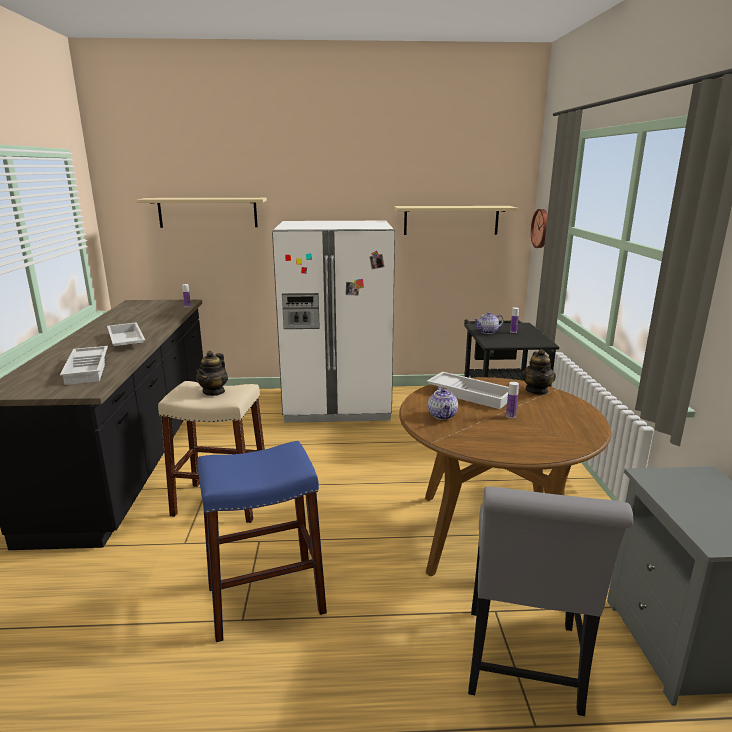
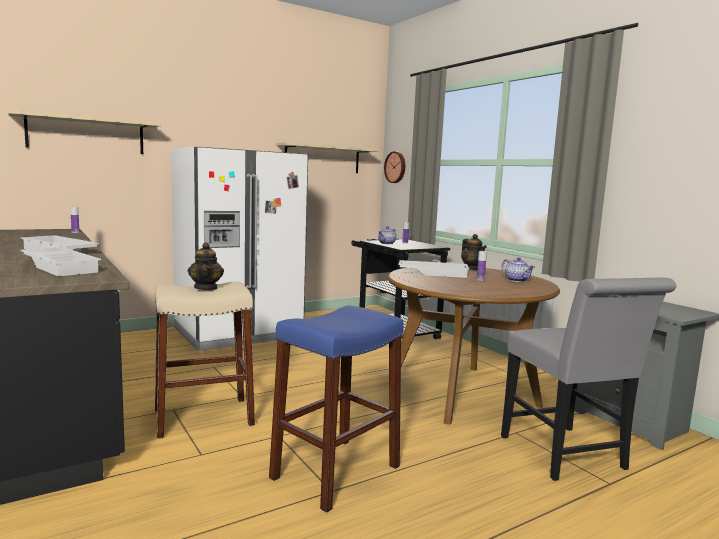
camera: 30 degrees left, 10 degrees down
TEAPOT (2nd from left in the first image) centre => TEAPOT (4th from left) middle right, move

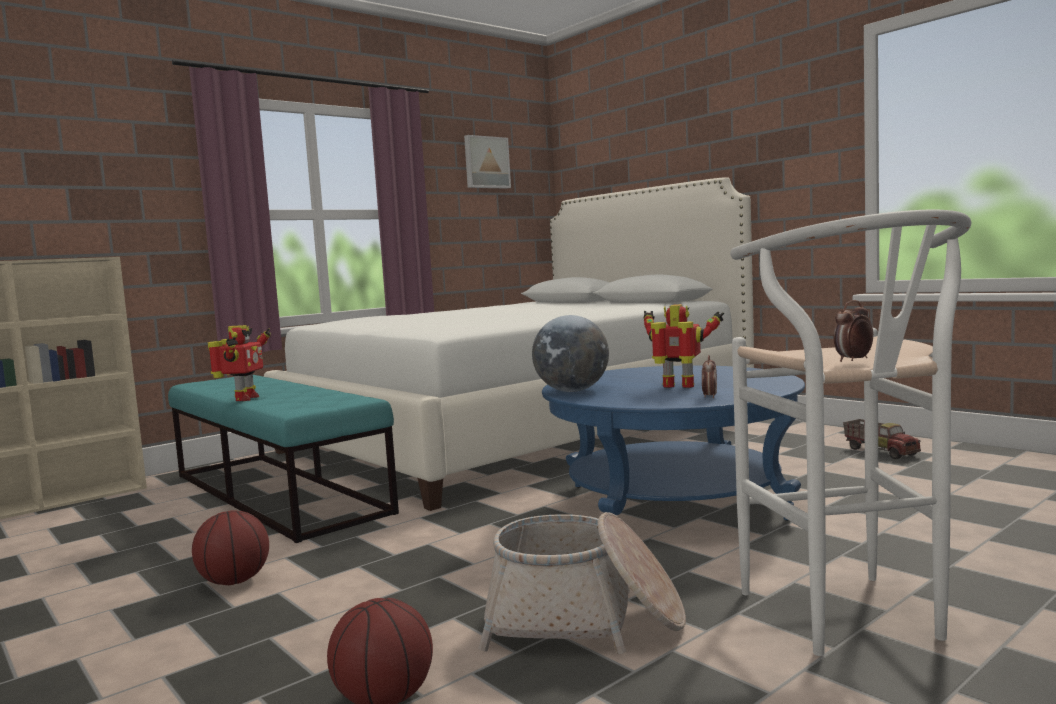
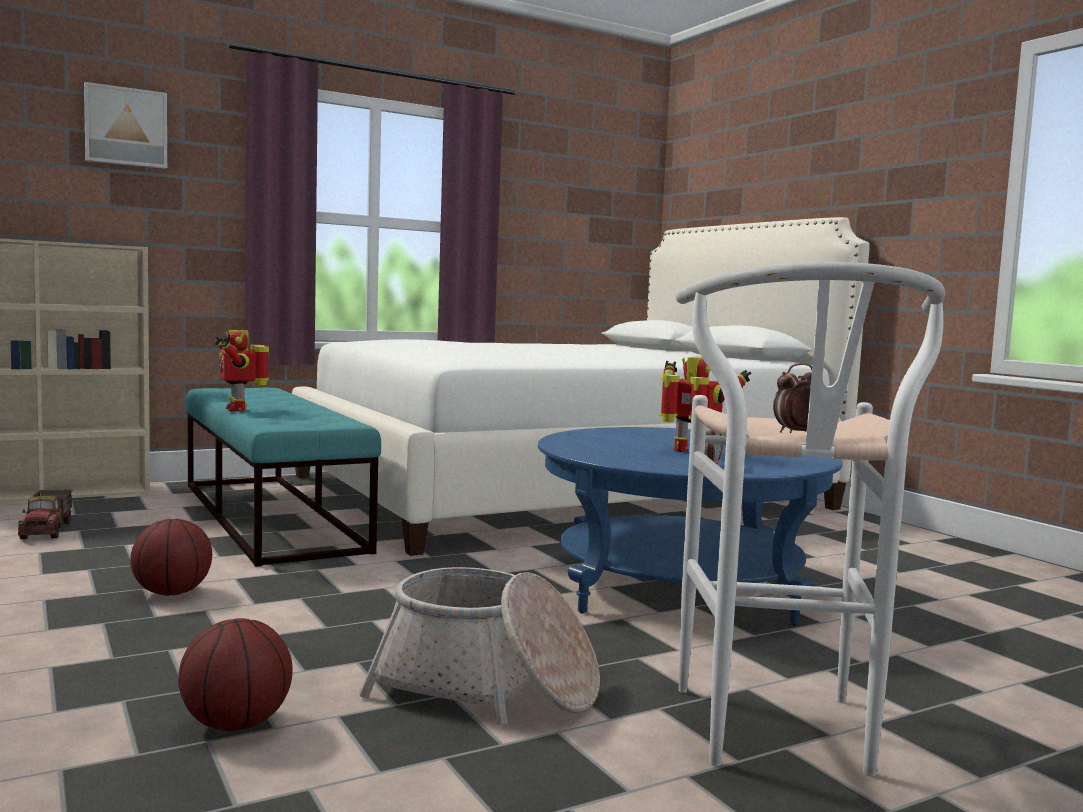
camera: 10 degrees right, 0 degrees up
PICTURE top centre => PICTURE top left, move
GLOBE centre => nothing
TOY ROBOT (1st from left) middle left, 135 degrees clockwise
TOY TRUCK middle right => TOY TRUCK middle left, move

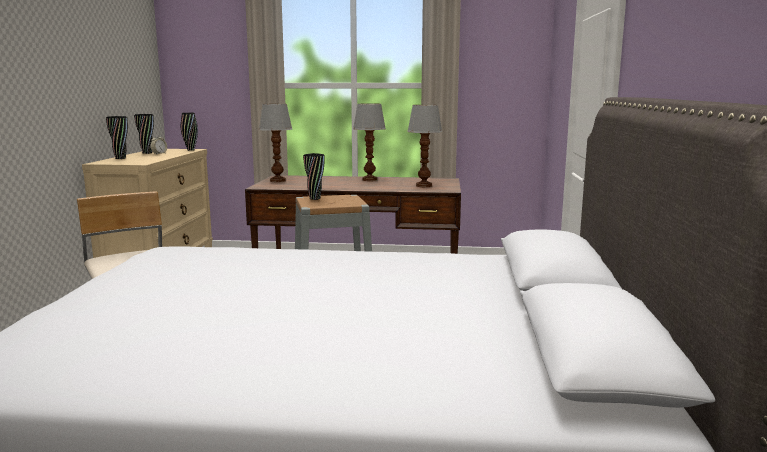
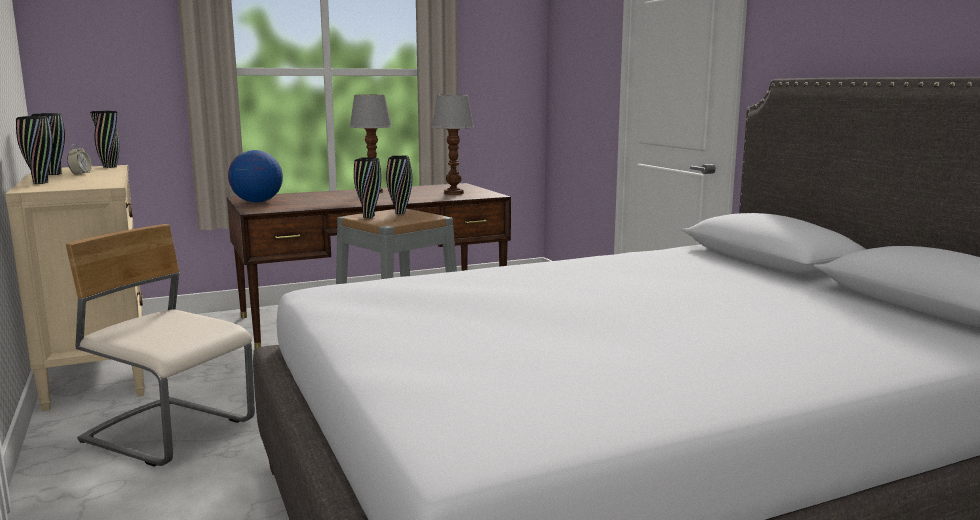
camera: 30 degrees left, 0 degrees up
TABLE LAMP (1st from left) top centre => GLOBE middle left
nothing => BLACK VASE (5th from left) centre

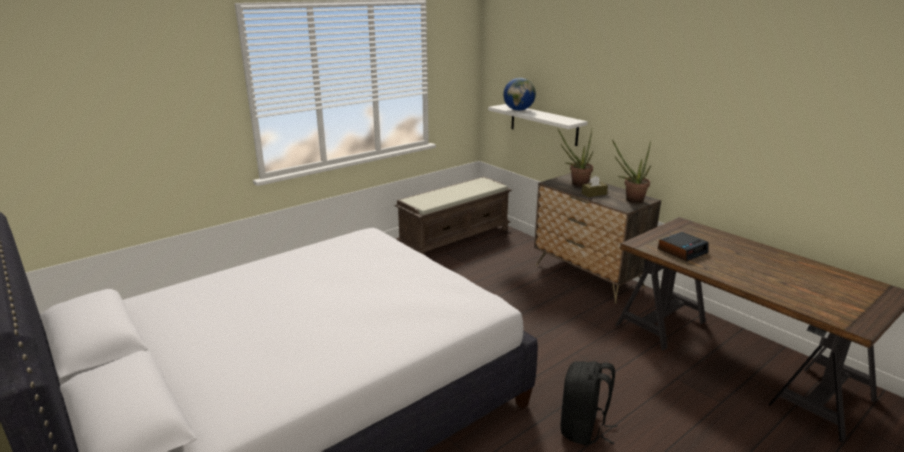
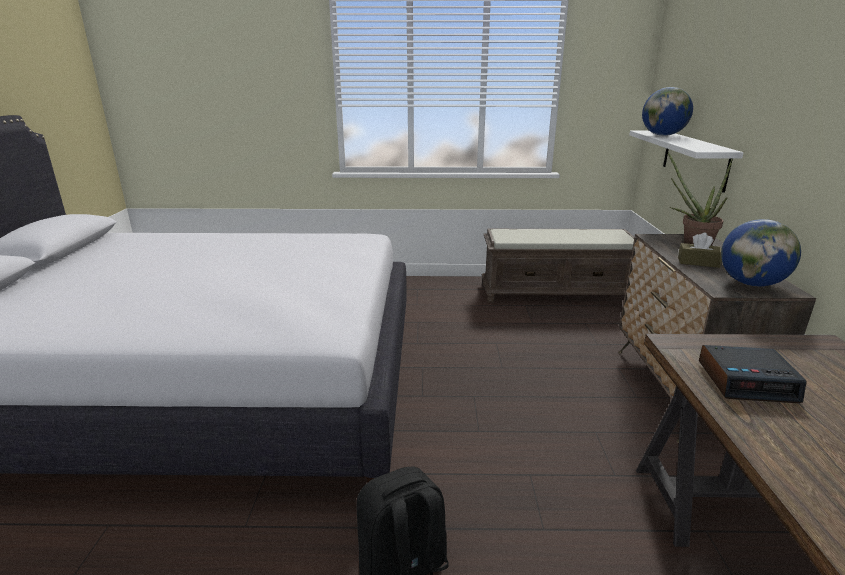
camera: 40 degrees right, 0 degrees up
POTTED PLANT (2nd from left) middle right => GLOBE (2nd from left) middle right

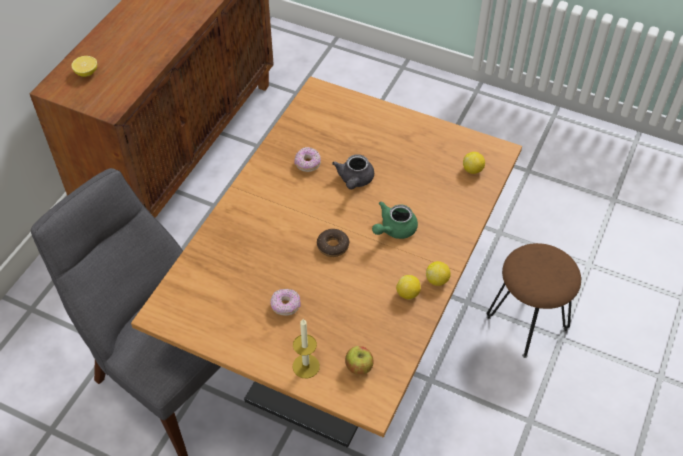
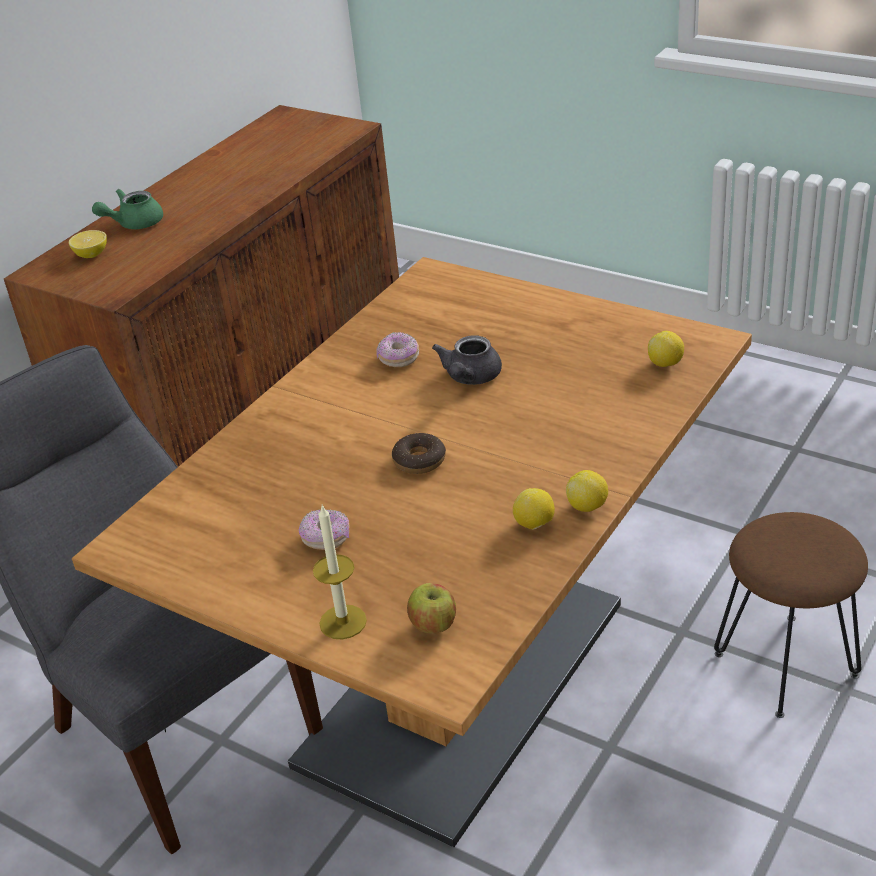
camera: 10 degrees right, 15 degrees down
GREEN TEAPOT centre => GREEN TEAPOT top left, move

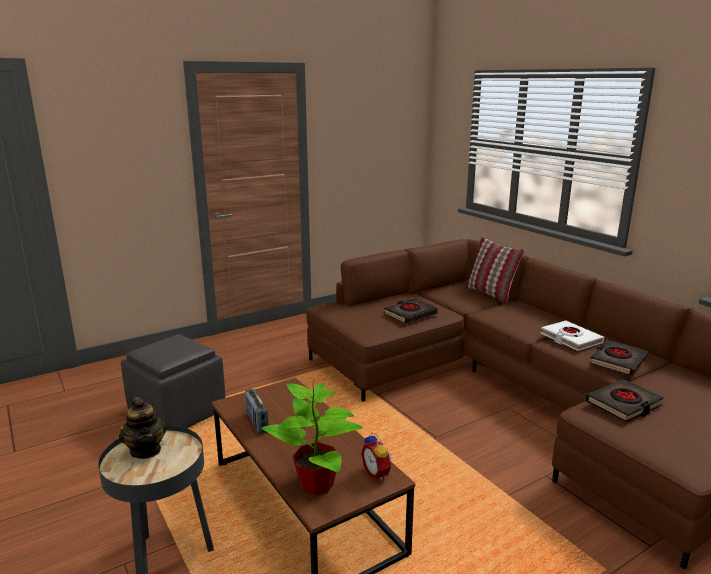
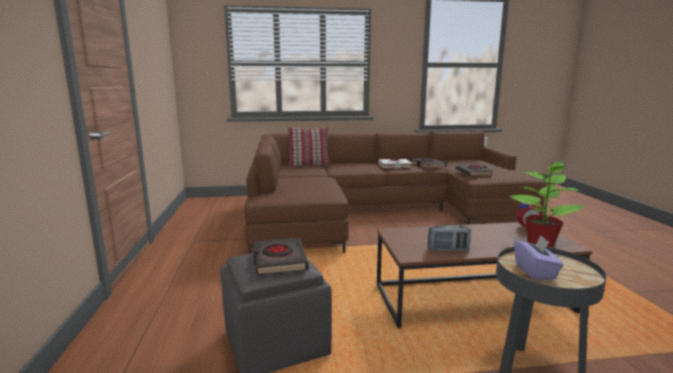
camera: 65 degrees left, 5 degrees down
BLACK BOOK (1st from left) centre => BLACK BOOK (1st from left) bottom centre, move
TEAPOT bottom left => PURPLE TISSUE BOX bottom right

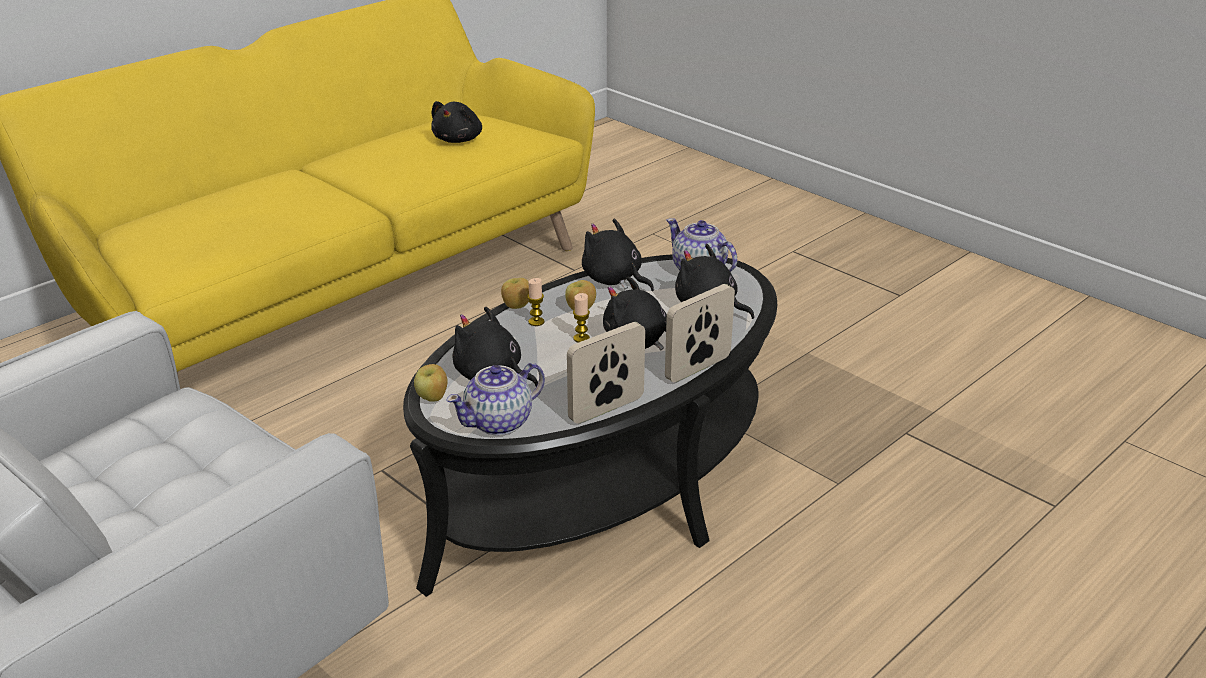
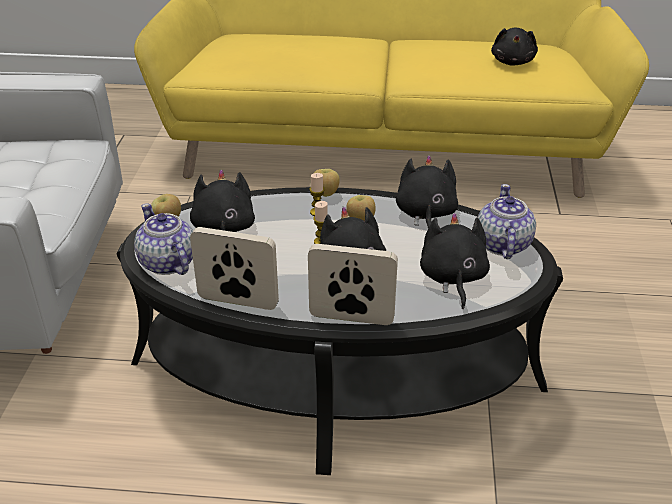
camera: 50 degrees right, 5 degrees up
BLACK PLUSH TOY (1st from left in the first image) top centre => BLACK PLUSH TOY (5th from left) top right, 60 degrees counterclockwise
TEAPOT (1st from left) centre => TEAPOT (1st from left) middle left, 45 degrees clockwise

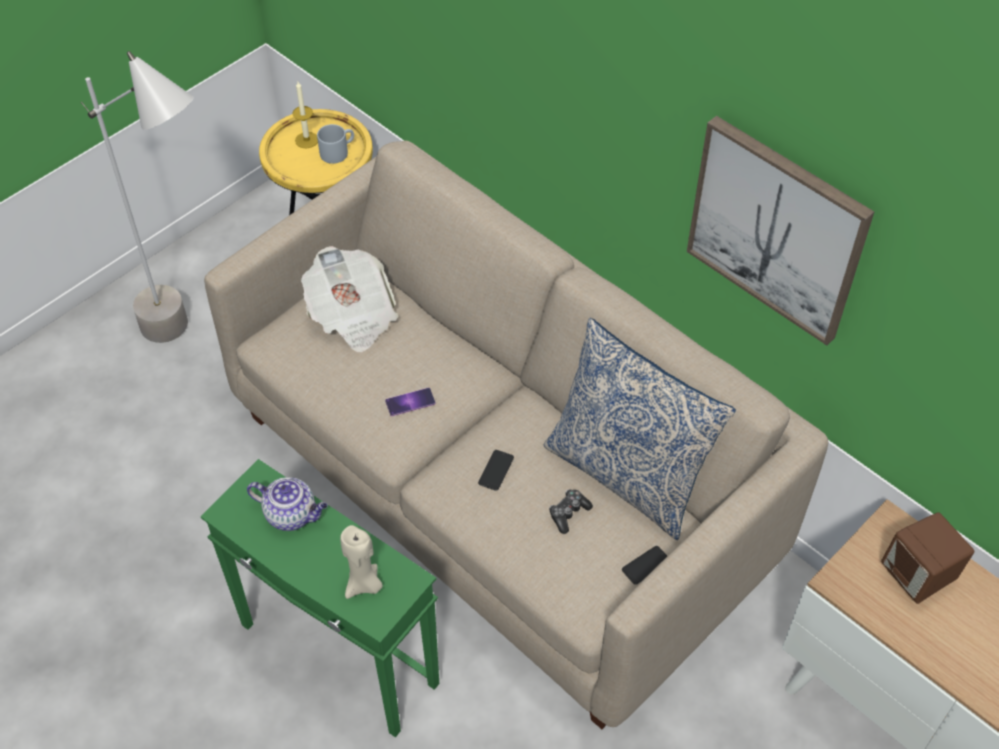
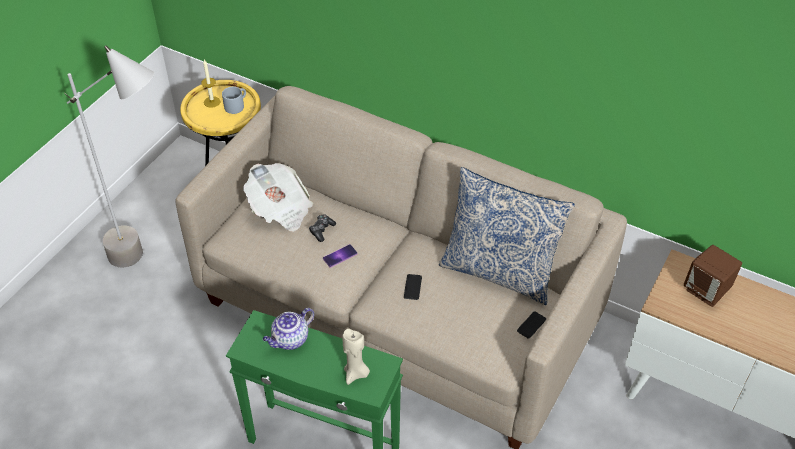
camera: 15 degrees left, 5 degrees down
PICTURE top right => nothing
TEAPOT bottom left => TEAPOT bottom centre, 135 degrees clockwise
GAME CONTROLLER bottom centre => GAME CONTROLLER centre, move

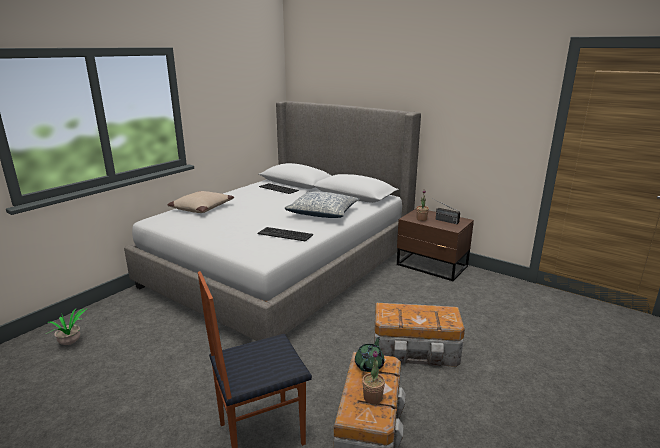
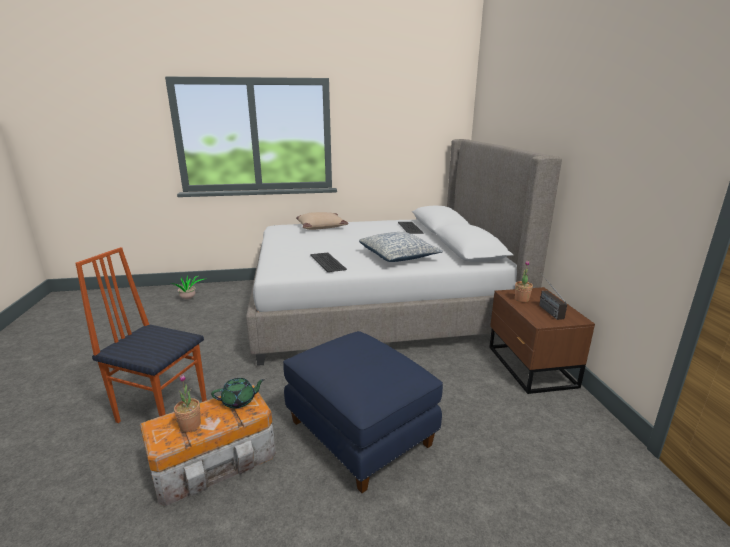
camera: 45 degrees right, 0 degrees up
STORAGE BOX (2nd from left) bottom centre => BLUE OTTOMAN bottom centre

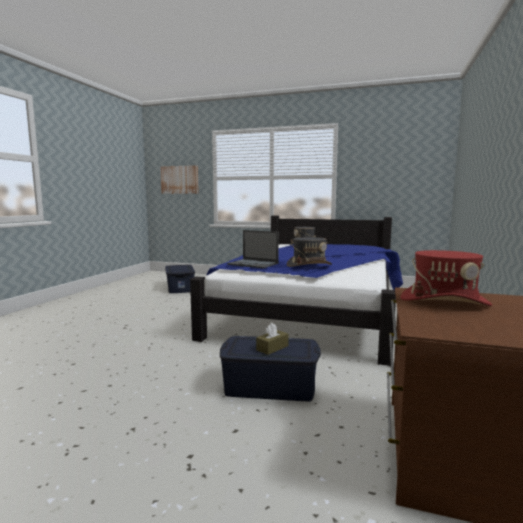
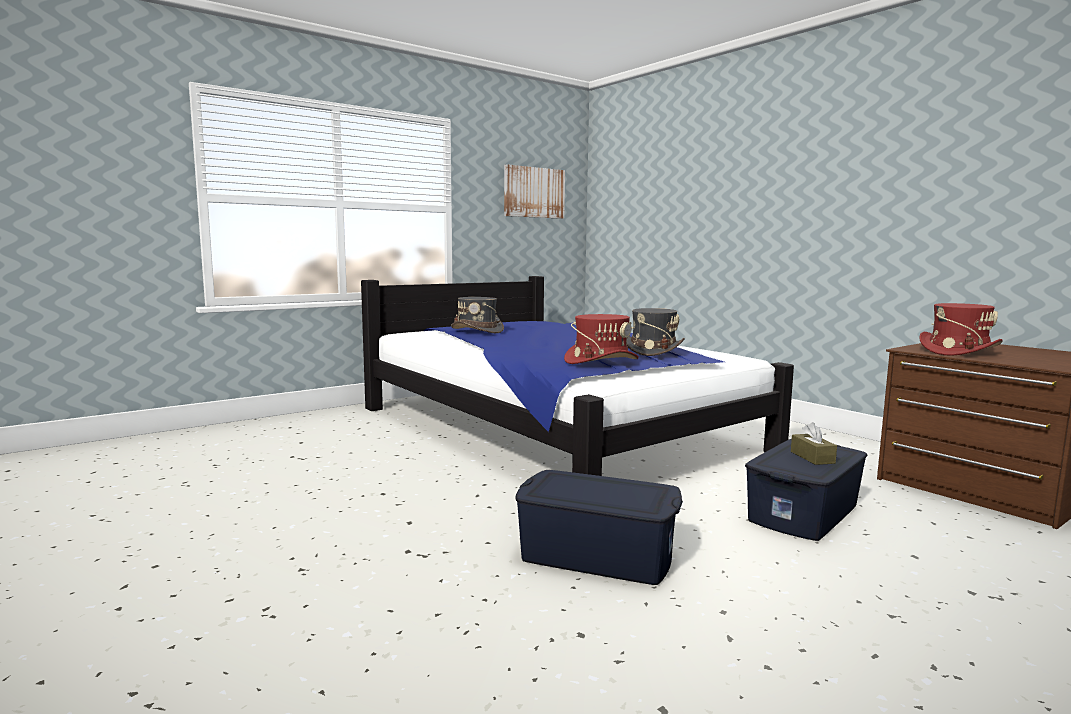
camera: 55 degrees left, 0 degrees up
PICTURE centre => PICTURE top centre, move
LAPTOP centre => RED HAT (1st from left) centre
BLUE STORAGE BOX (1st from left) centre => BLUE STORAGE BOX (1st from left) bottom centre, move

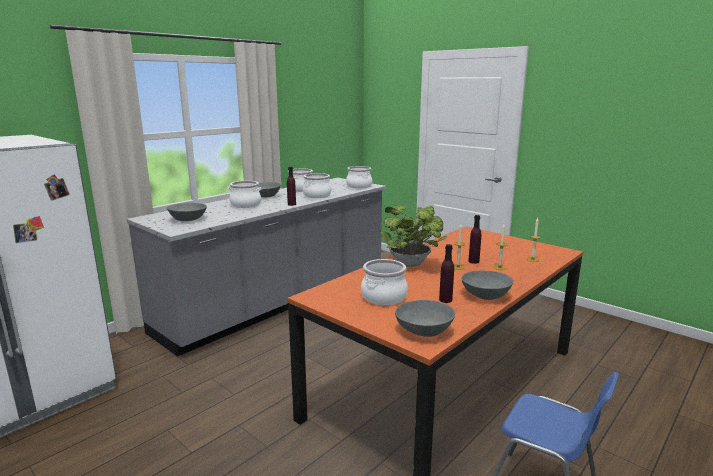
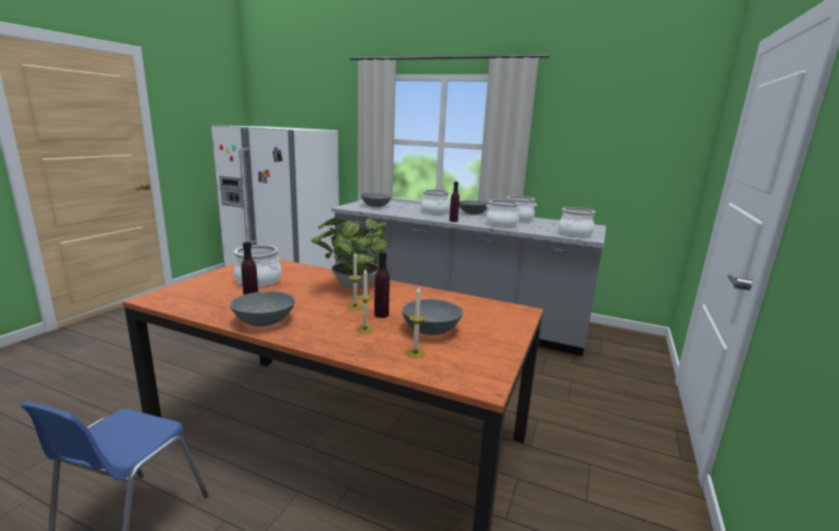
camera: 70 degrees right, 0 degrees up
GREY BOWL (3rd from left) bottom centre => GREY BOWL (3rd from left) centre, move

